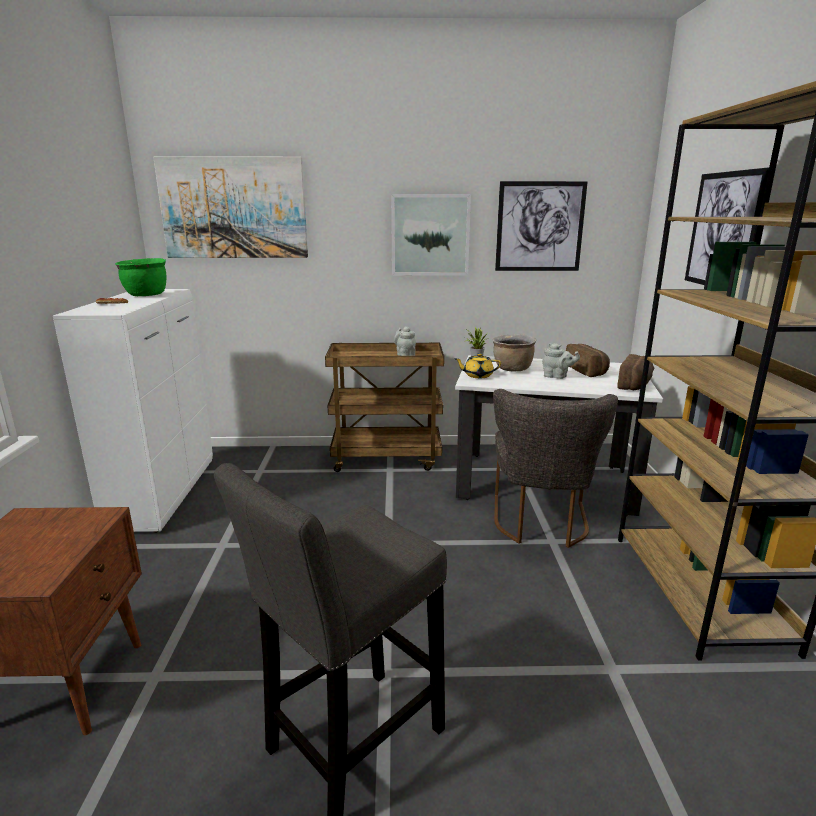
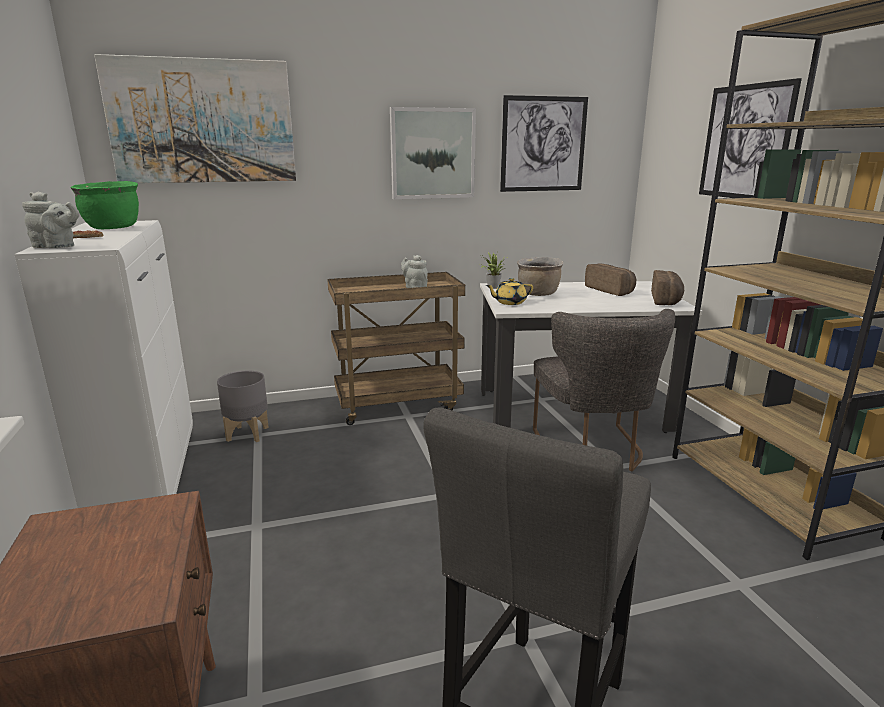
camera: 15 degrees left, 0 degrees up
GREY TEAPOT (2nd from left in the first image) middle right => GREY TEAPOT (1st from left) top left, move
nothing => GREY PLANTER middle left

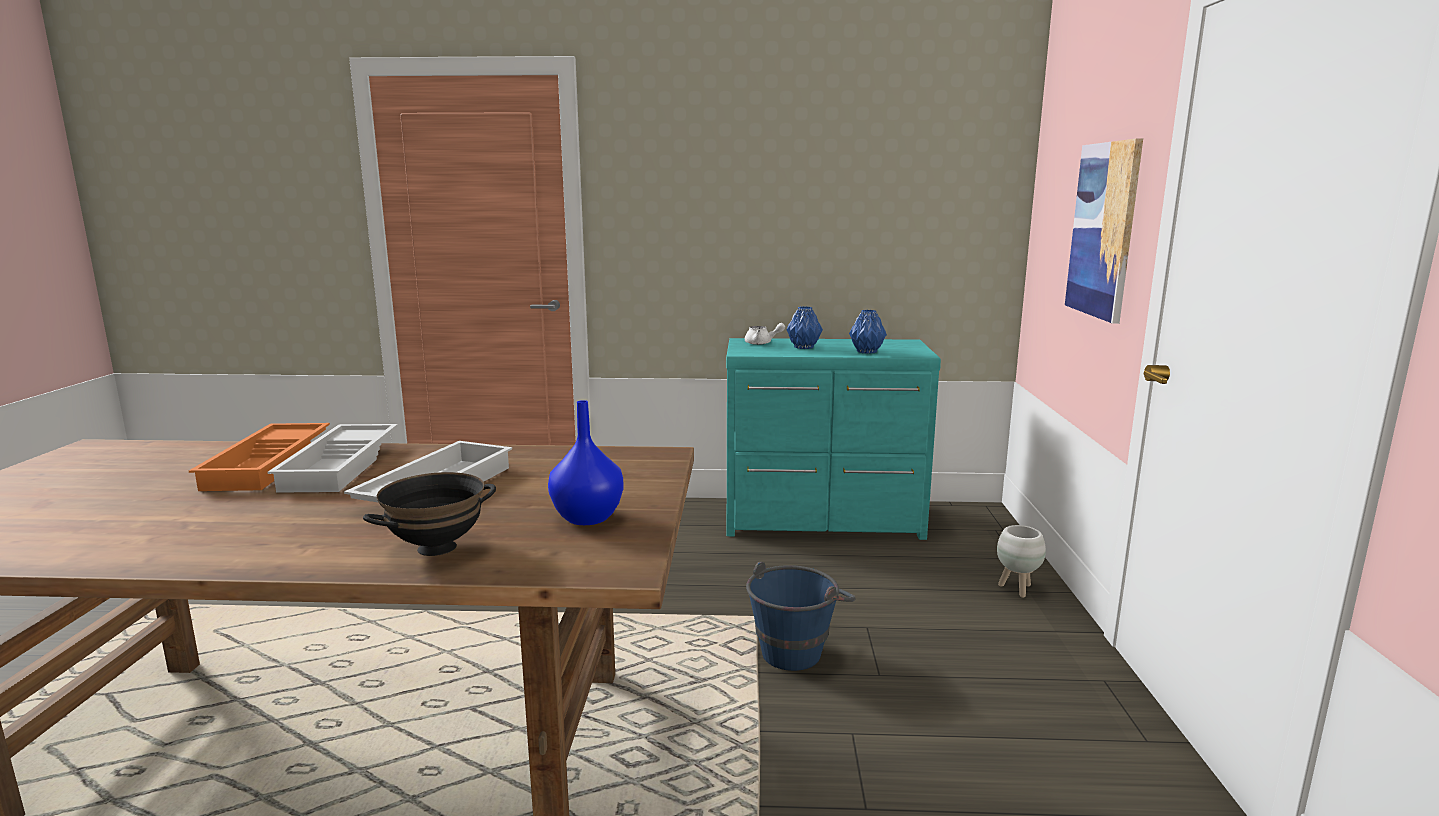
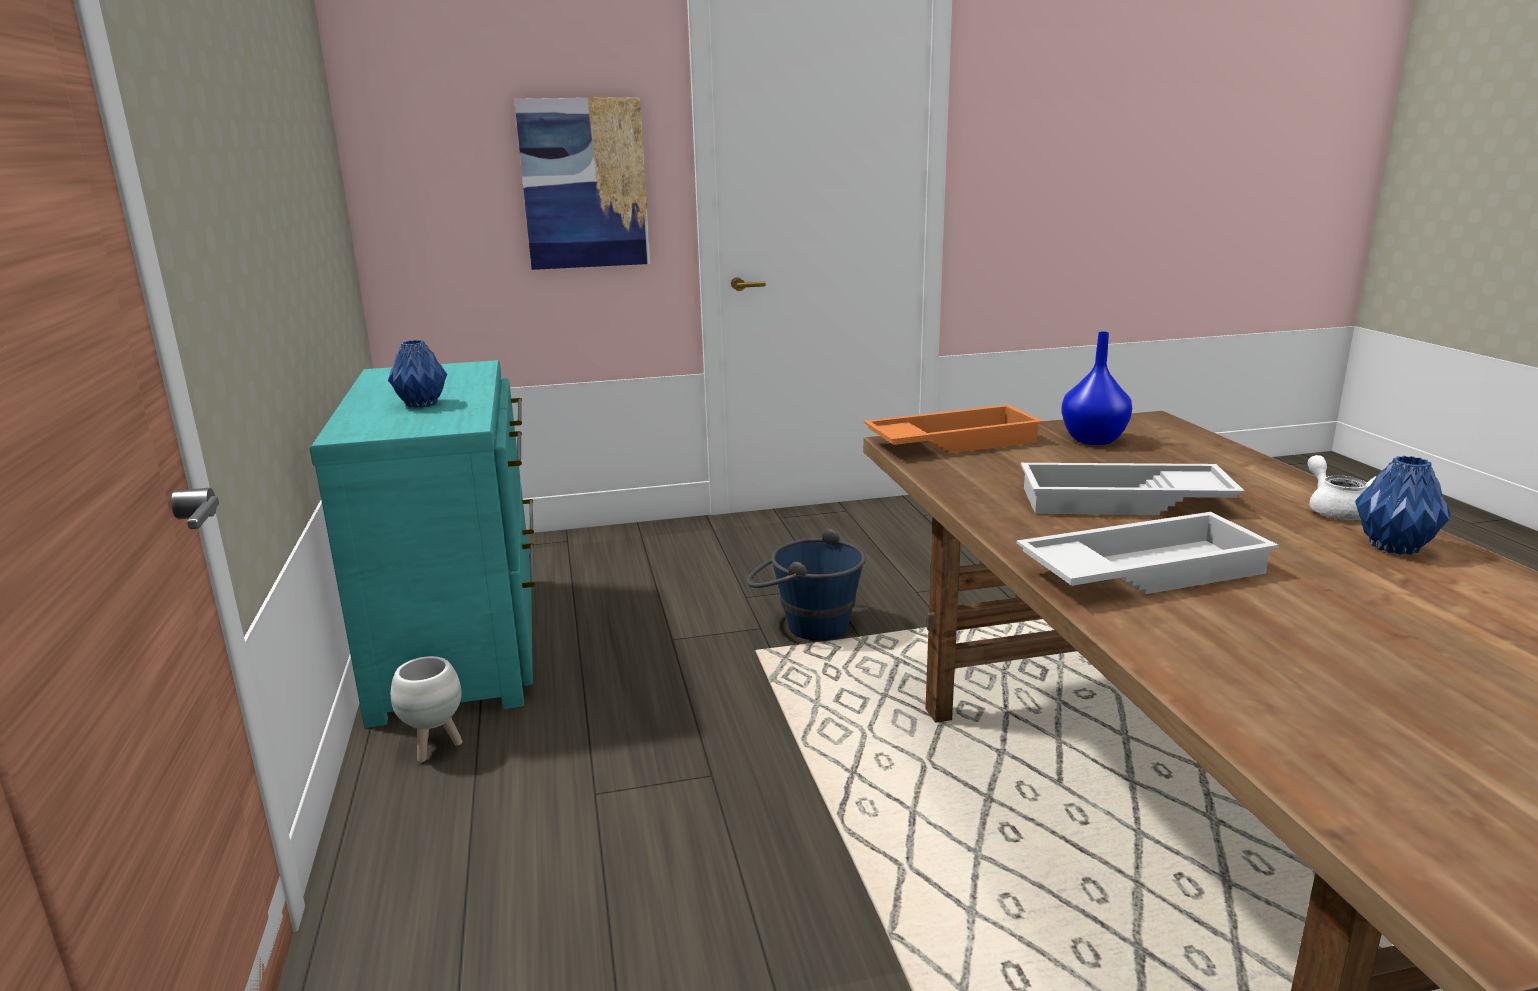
camera: 105 degrees left, 5 degrees up
BLUE VASE (3rd from left) centre => BLUE VASE (3rd from left) middle right, move
WHITE TEAPOT centre => WHITE TEAPOT middle right, move
ORANGE TRAY middle left => ORANGE TRAY centre, move
BLACK BOWL middle left => nothing
WHITE PLANTER bottom right => WHITE PLANTER bottom left, move

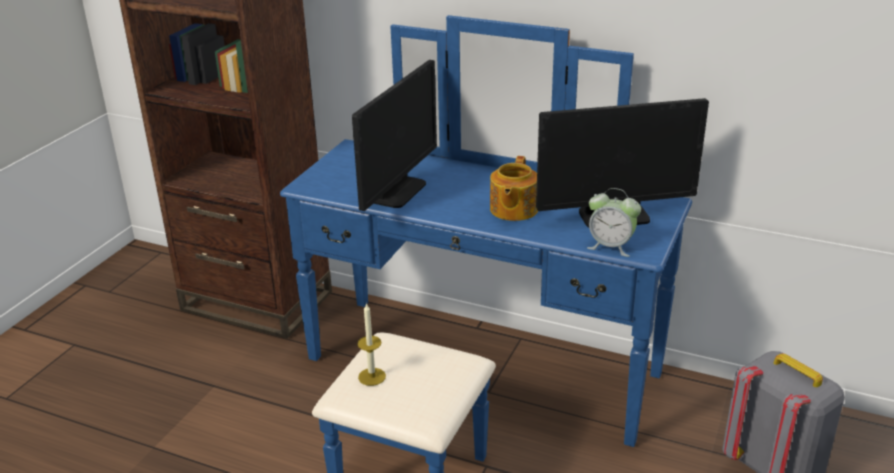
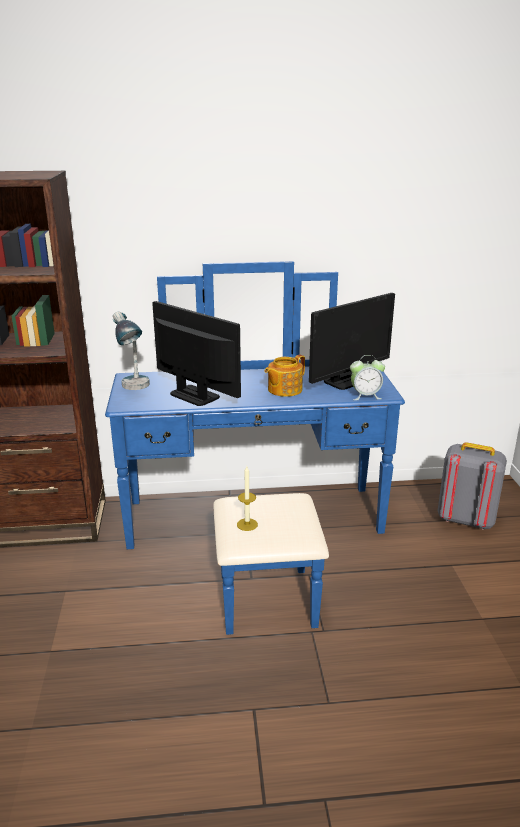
camera: 30 degrees left, 5 degrees down
MONITOR (1st from left) top centre => MONITOR (1st from left) centre, 45 degrees counterclockwise
TEAPOT centre, 60 degrees clockwise
nothing => TABLE LAMP middle left

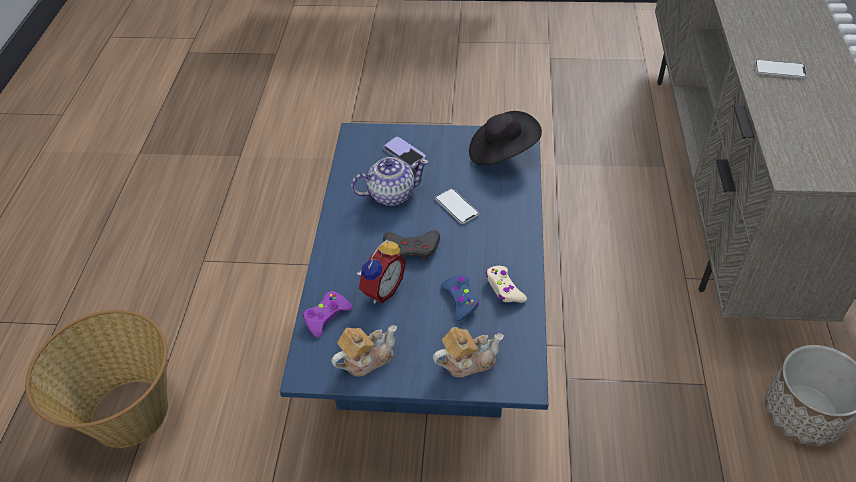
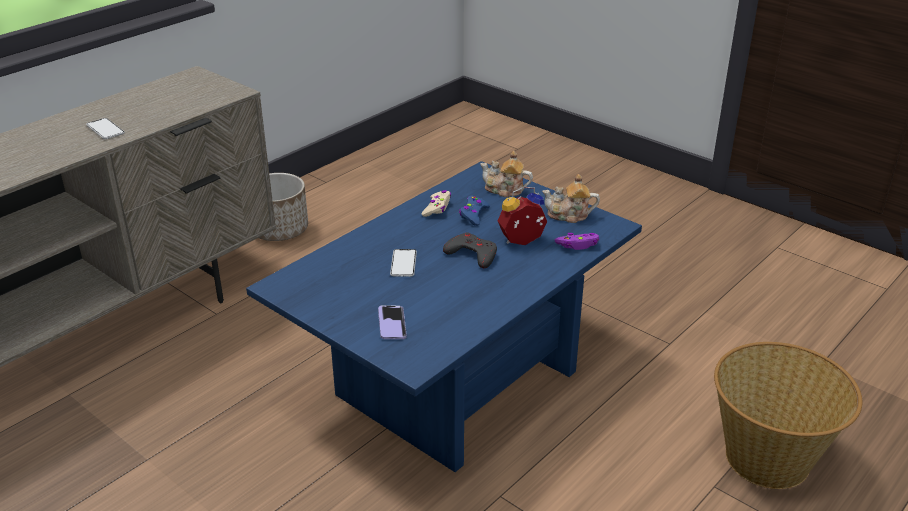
camera: 145 degrees left, 15 degrees down
BLACK HAT top centre => nothing
TEAPOT (2nd from left) centre => nothing

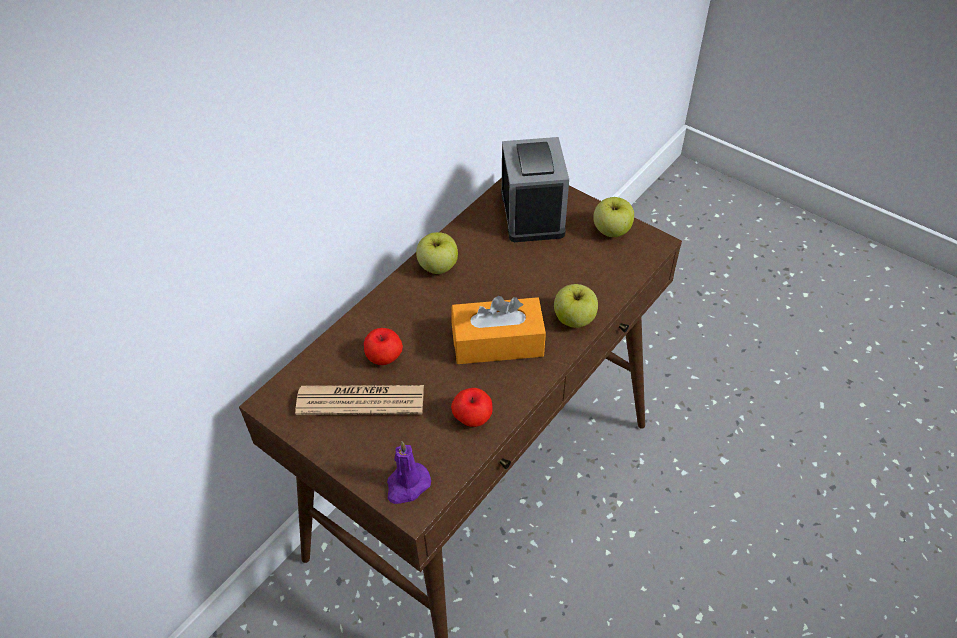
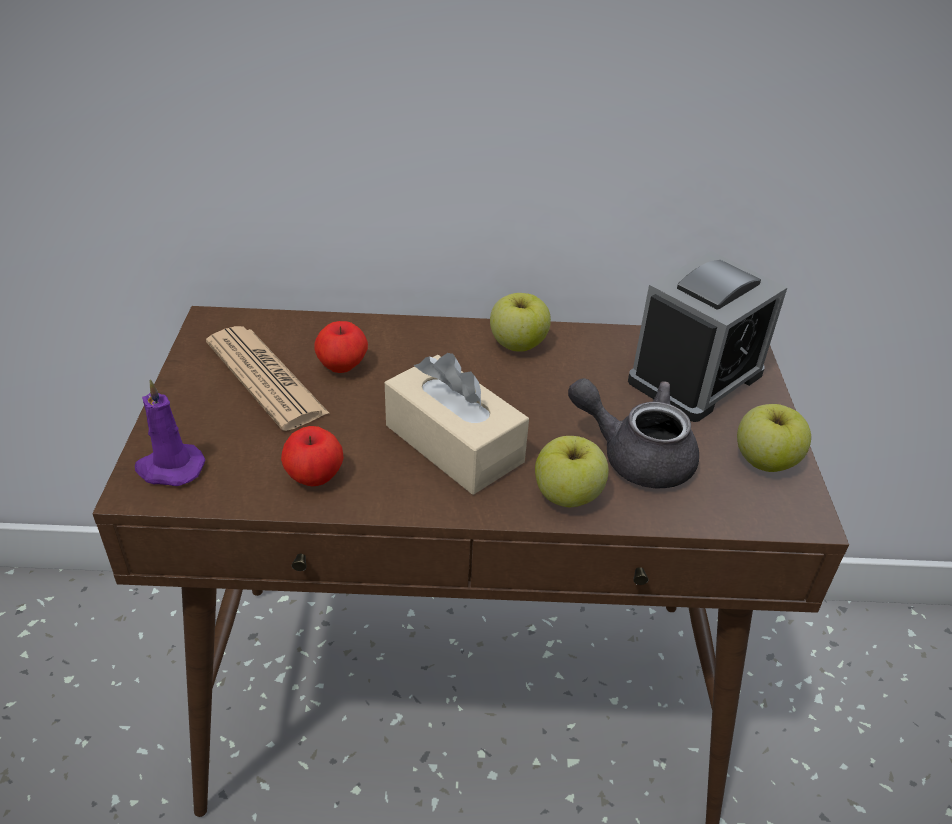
camera: 50 degrees right, 10 degrees down
ORANGE TISSUE BOX centre => BEIGE TISSUE BOX centre
nothing => GREY TEAPOT centre

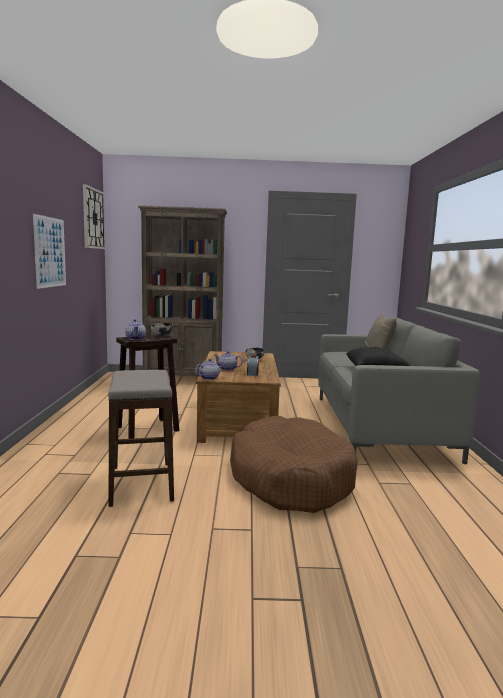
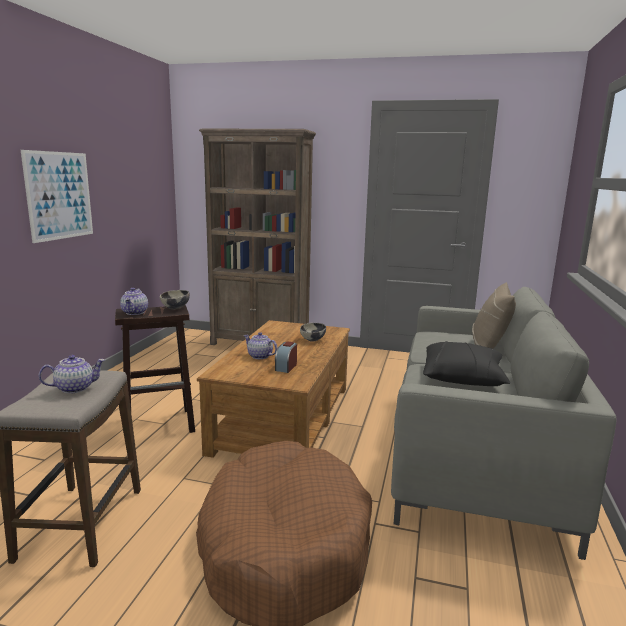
camera: 15 degrees right, 5 degrees up
WALL CLOCK top left => nothing
TEAPOT (2nd from left in the first image) centre => TEAPOT (1st from left) middle left, move

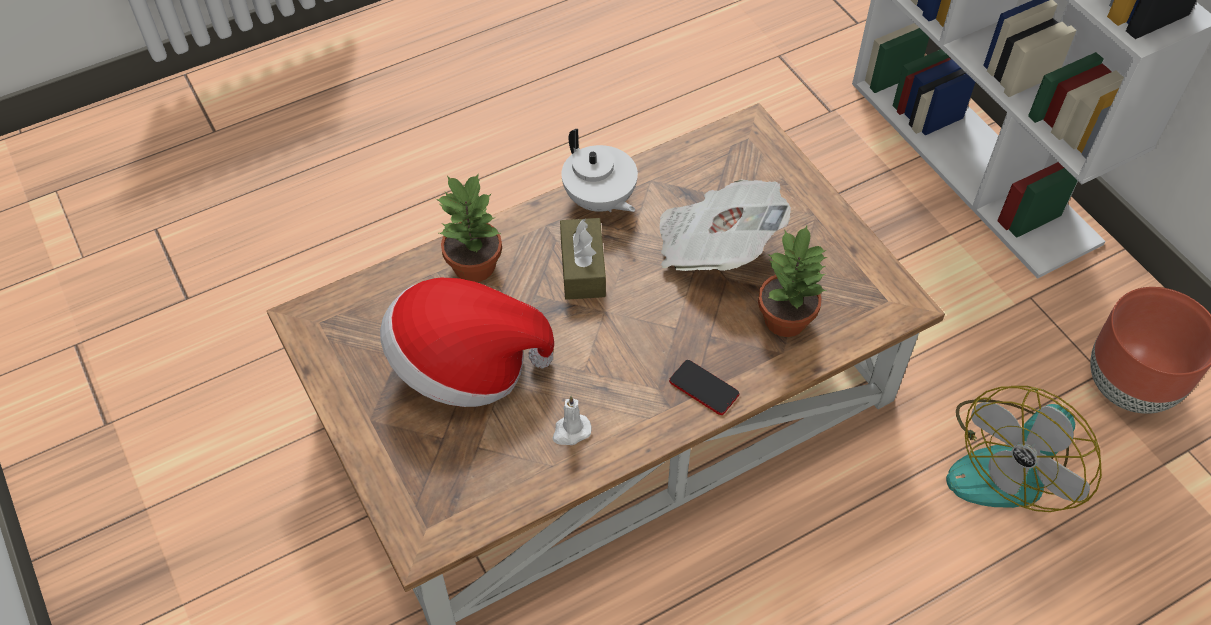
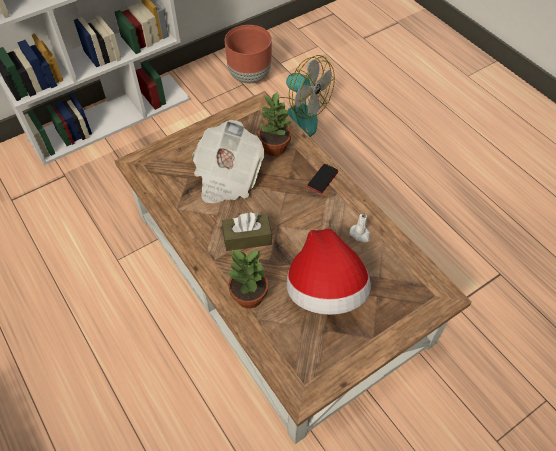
camera: 95 degrees left, 0 degrees up
WHITE TEAPOT top centre => nothing

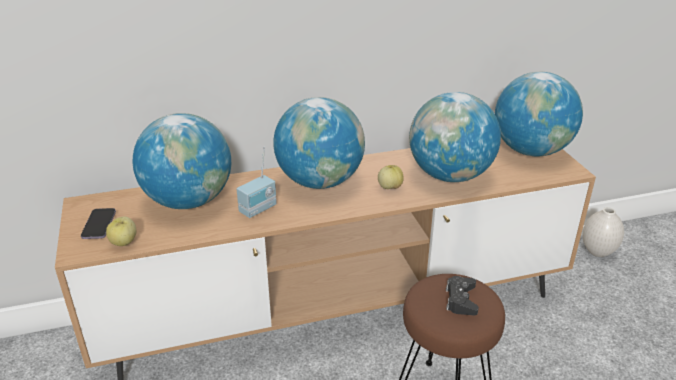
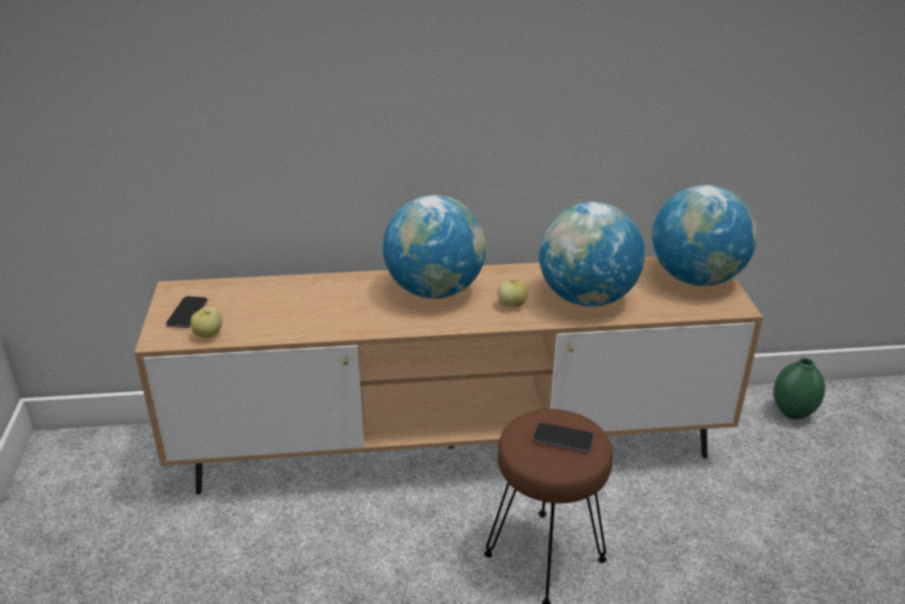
camera: 10 degrees right, 0 degrees up
GLOBE (1st from left) middle left => nothing
RADIO centre => nothing
WHITE VASE middle right => GREEN VASE middle right
BLACK GAME CONTROLLER bottom right => PHONE (2nd from left) bottom centre

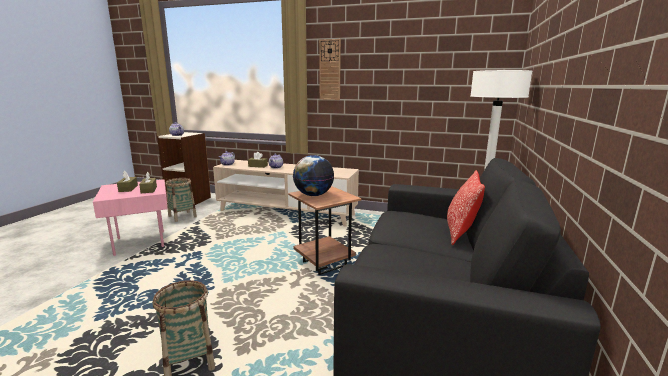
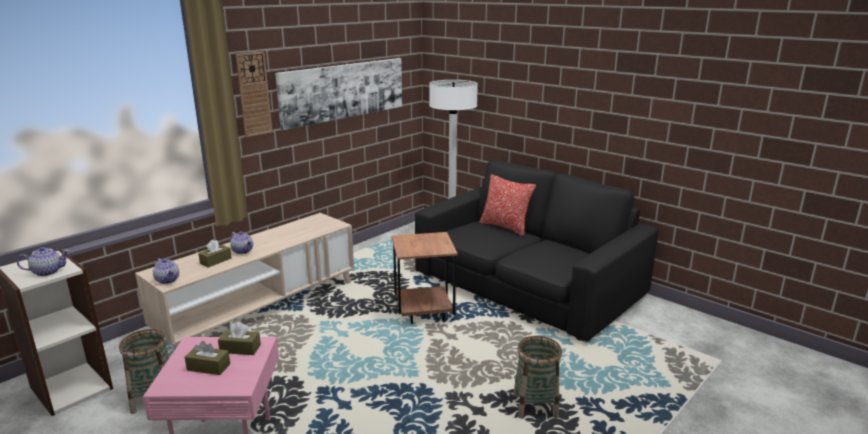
camera: 65 degrees left, 5 degrees up
GLOBE centre => nothing
nothing => PICTURE top centre

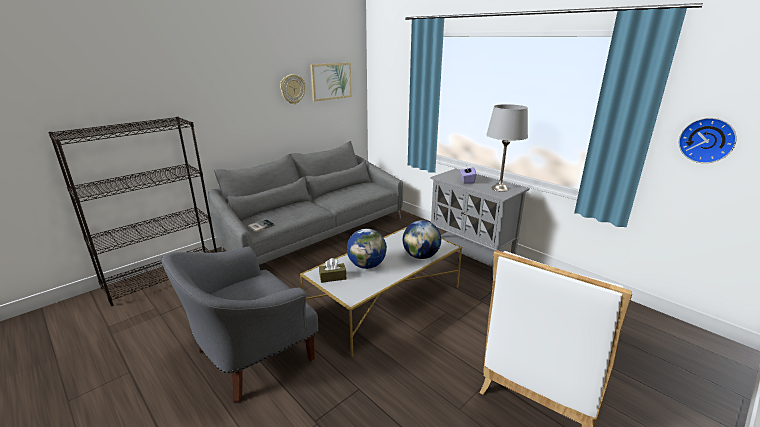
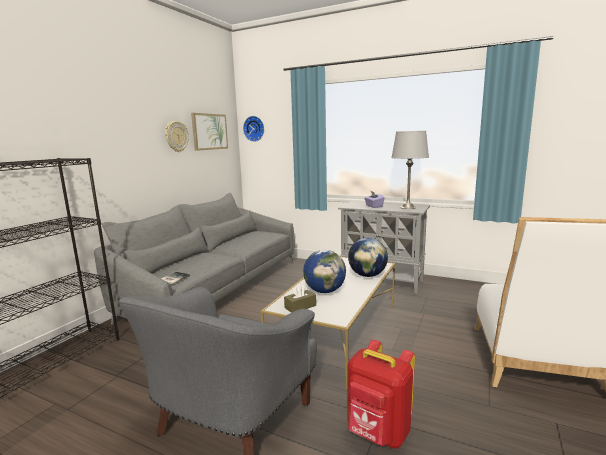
camera: 20 degrees left, 10 degrees down
WALL CLOCK (2nd from left) top right => WALL CLOCK (2nd from left) top centre, move
nothing => RED BACKPACK bottom centre

